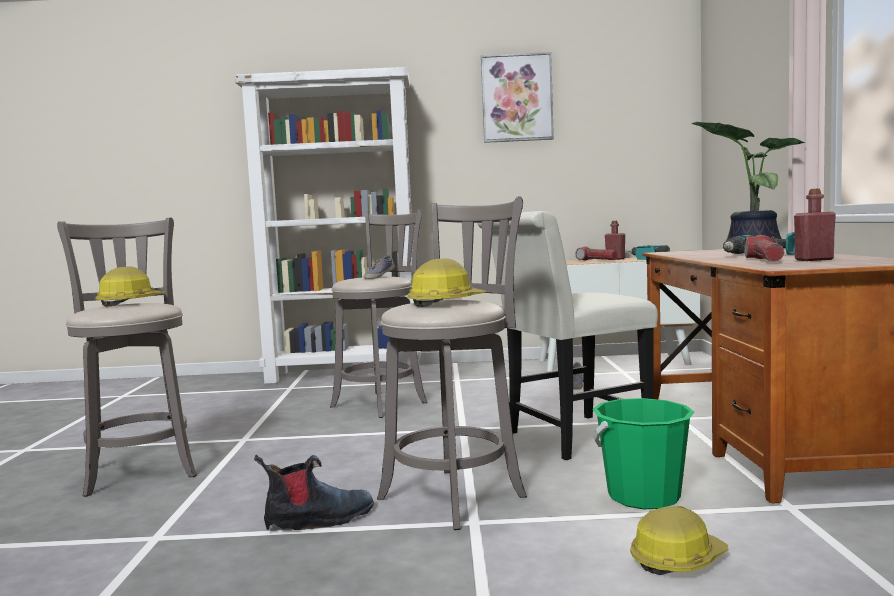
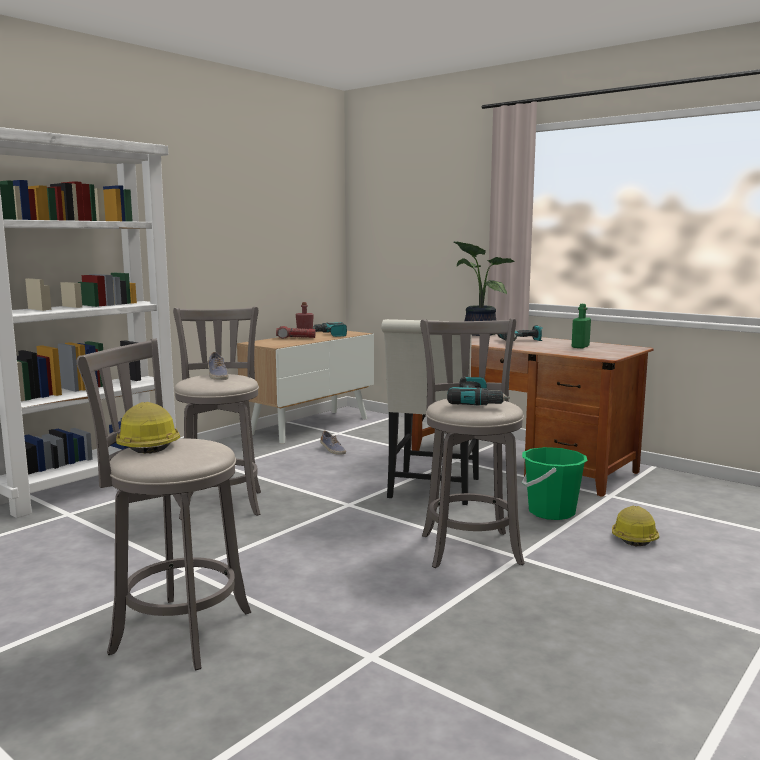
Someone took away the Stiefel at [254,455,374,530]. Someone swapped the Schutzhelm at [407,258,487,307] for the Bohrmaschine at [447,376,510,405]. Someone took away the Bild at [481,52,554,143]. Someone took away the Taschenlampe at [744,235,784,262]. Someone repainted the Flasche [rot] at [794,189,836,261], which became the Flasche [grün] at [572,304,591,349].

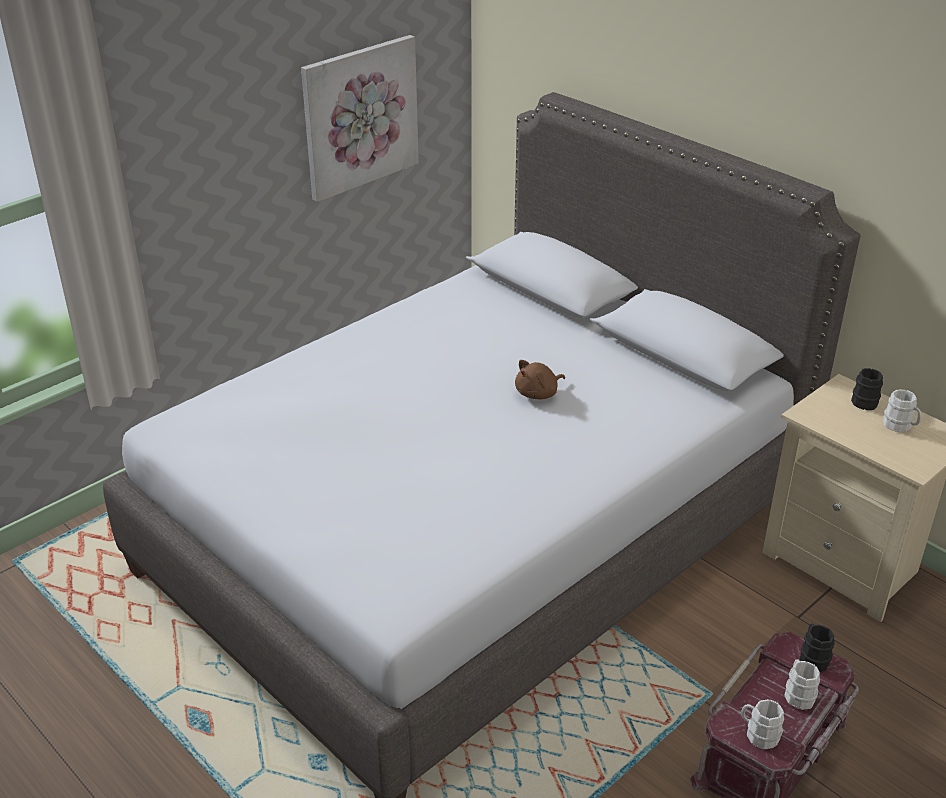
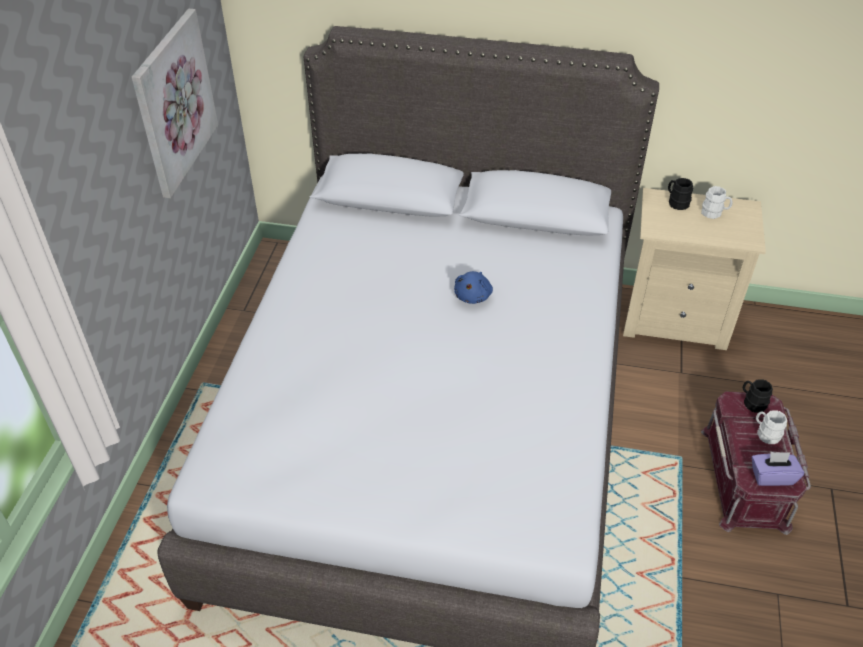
Someone repainted the Plüschtier [braun] at [515,360,565,399], which became the Plüschtier [blau] at [454,271,493,304]. Someone swapped the Henkelbecher [weiß] at [741,699,784,749] for the Taschentuchbox [lila] at [751,452,804,486].

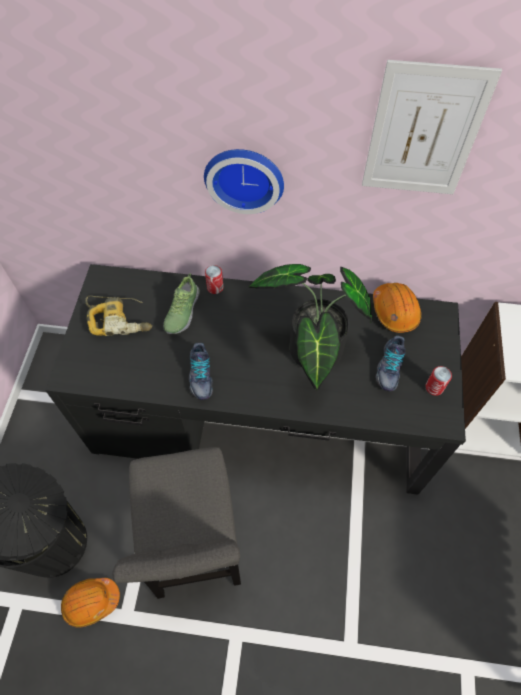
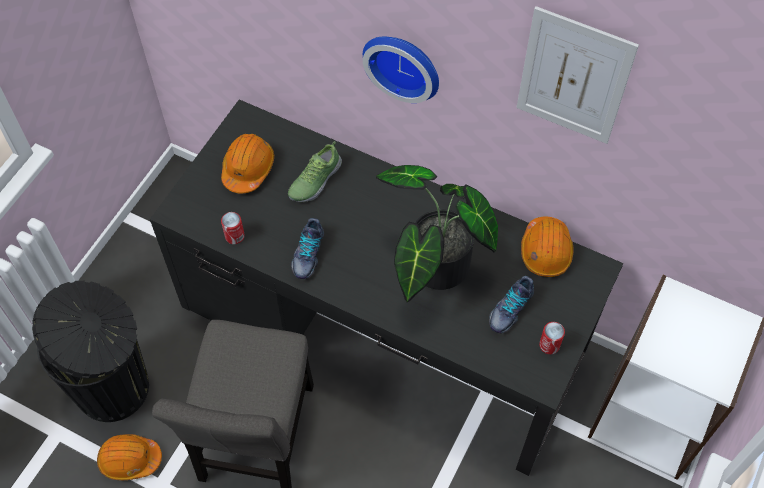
Someone swapped the Bohrmaschine at [85,296,152,336] for the Schutzhelm [orange] at [221,134,274,194]. Someone carried the Dose from [205,265,223,294] to [221,212,245,244].

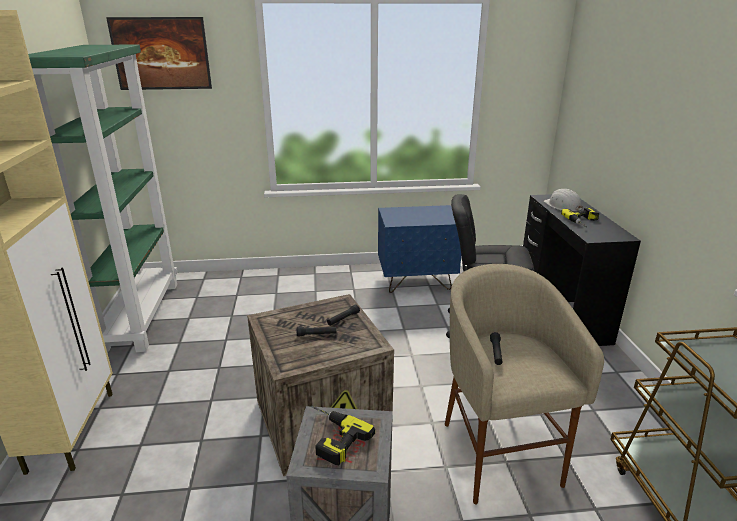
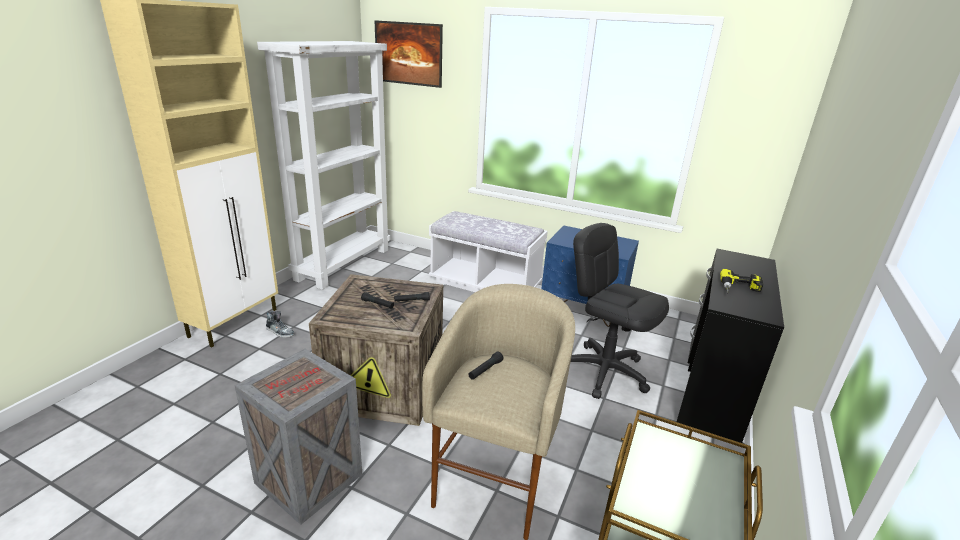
Someone repainted the Bücherregal [grün] at [28,44,177,353], which became the Bücherregal [weiß] at [257,41,390,290]. Someone took away the Bohrmaschine at [311,406,375,465]. Someone took away the Schutzhelm [weiß] at [544,189,583,212]. Someone put down the Schuh at [266,311,294,338]. Someone put down the Bank [weiß] at [429,211,548,292].

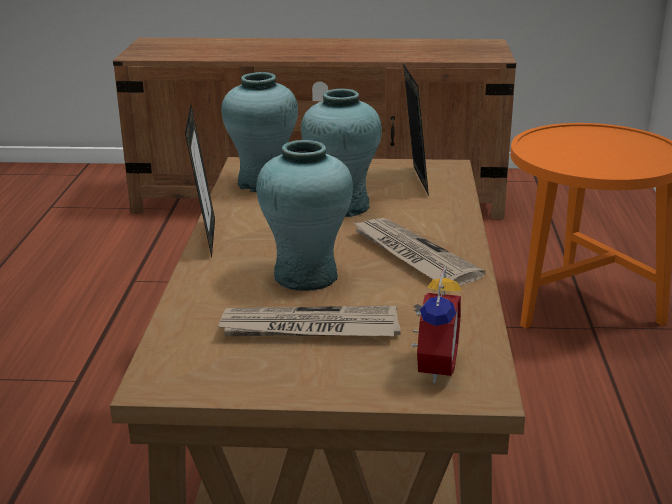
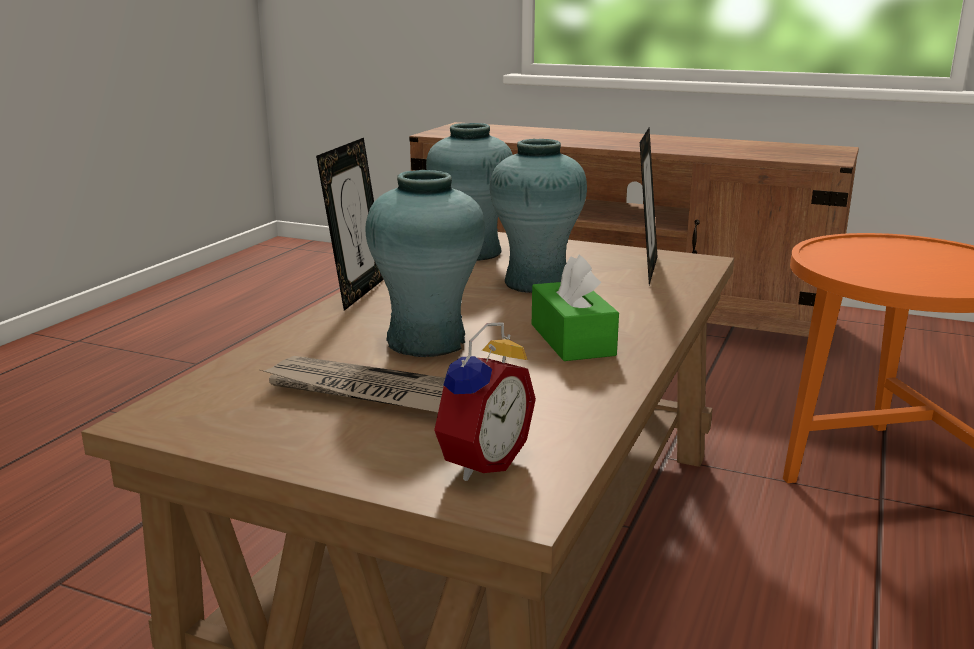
Someone swapped the Zeitung at [352,218,486,286] for the Taschentuchbox [grün] at [532,255,619,361].

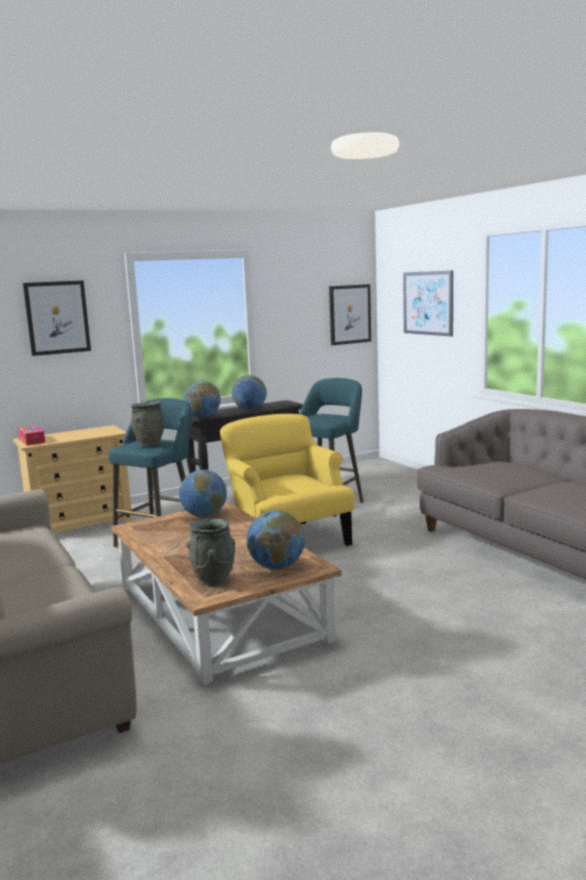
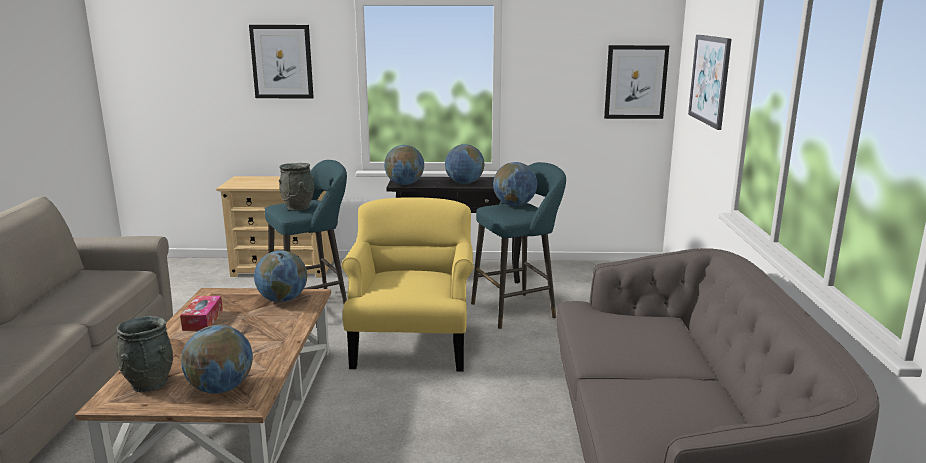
Someone carried the Taschentuchbox from [18,426,45,445] to [180,296,223,331]. Someone put down the Globus at [493,162,537,206].

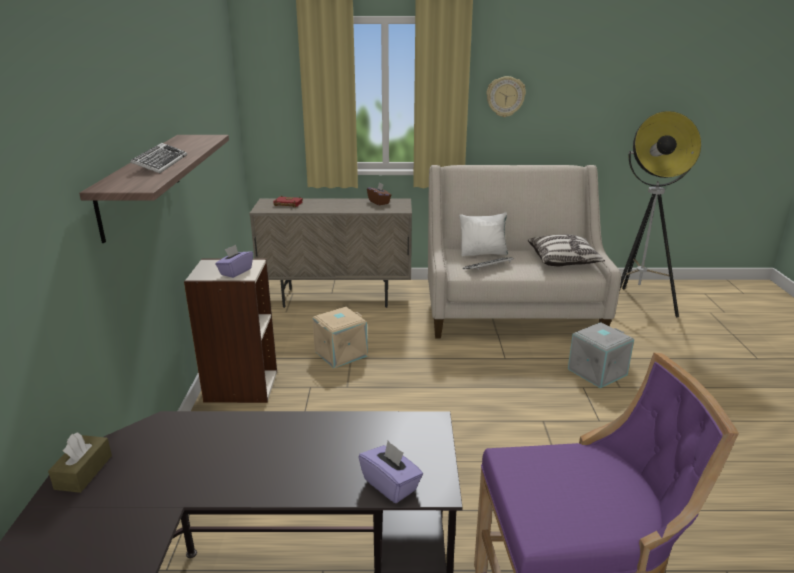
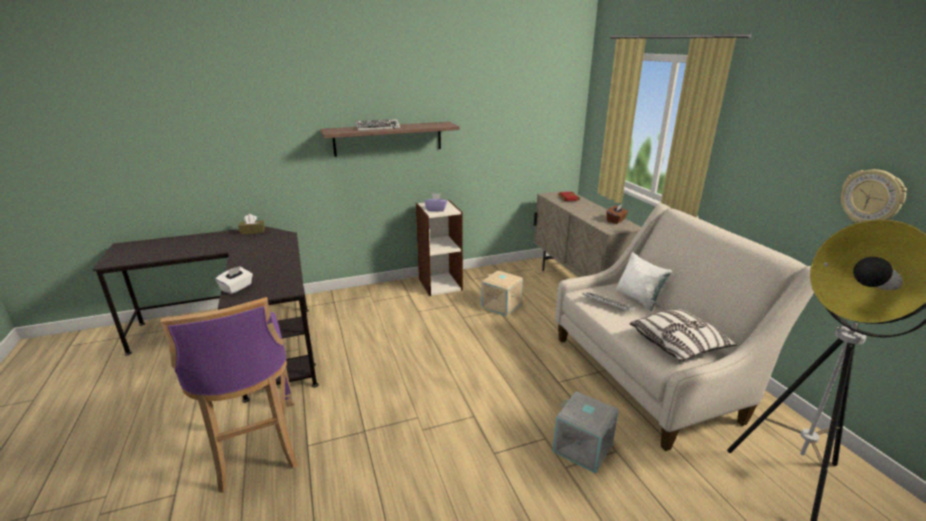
Someone repainted the Taschentuchbox [lila] at [359,441,423,503], which became the Taschentuchbox [weiß] at [215,266,253,294]. Someone carried the Wanduhr from [486,76,526,117] to [841,169,907,223].

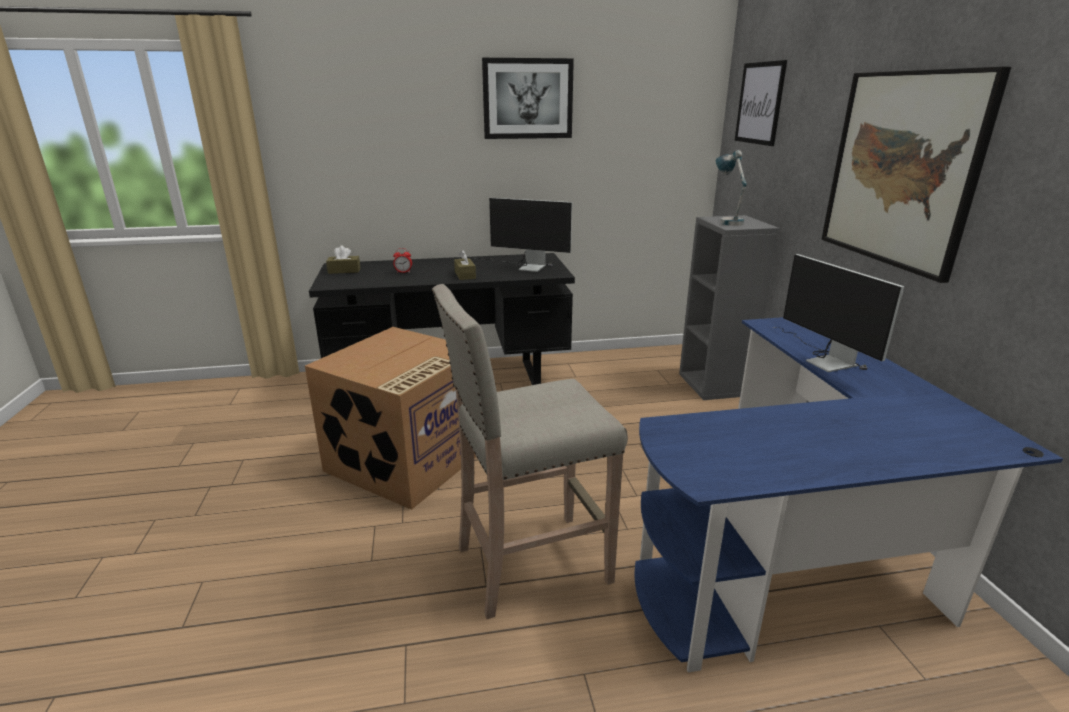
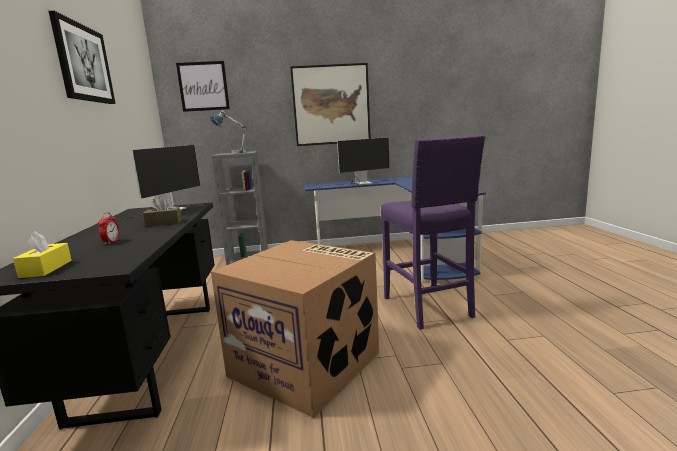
Someone repainted the Taschentuchbox [braun] at [326,246,360,274], which became the Taschentuchbox [gelb] at [13,231,72,278]. Someone repainted the Hocker [beige] at [432,284,628,619], which became the Hocker [lila] at [381,134,485,330].

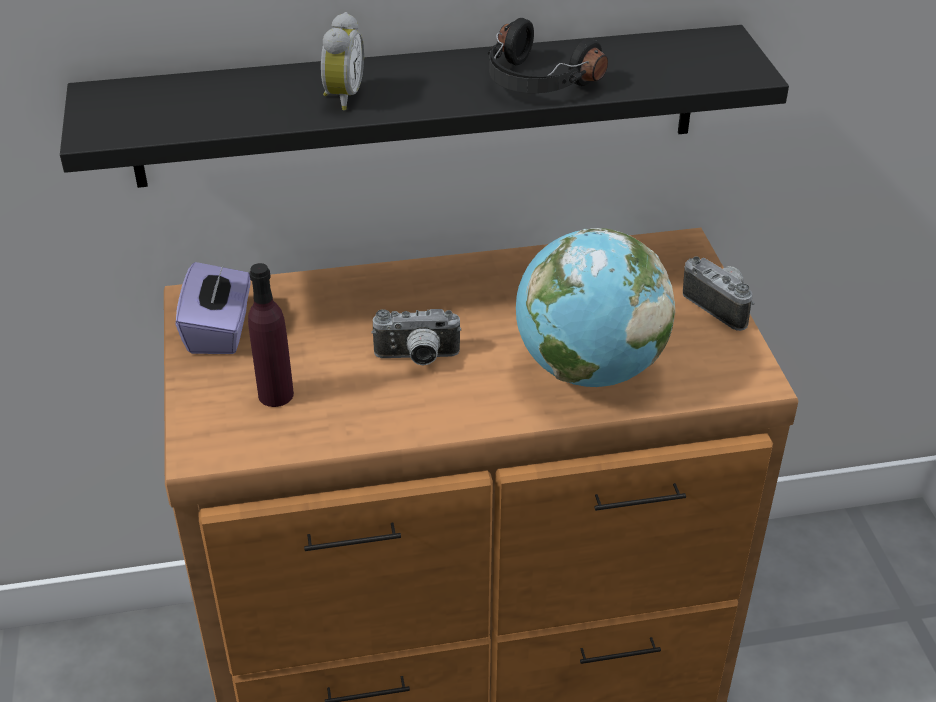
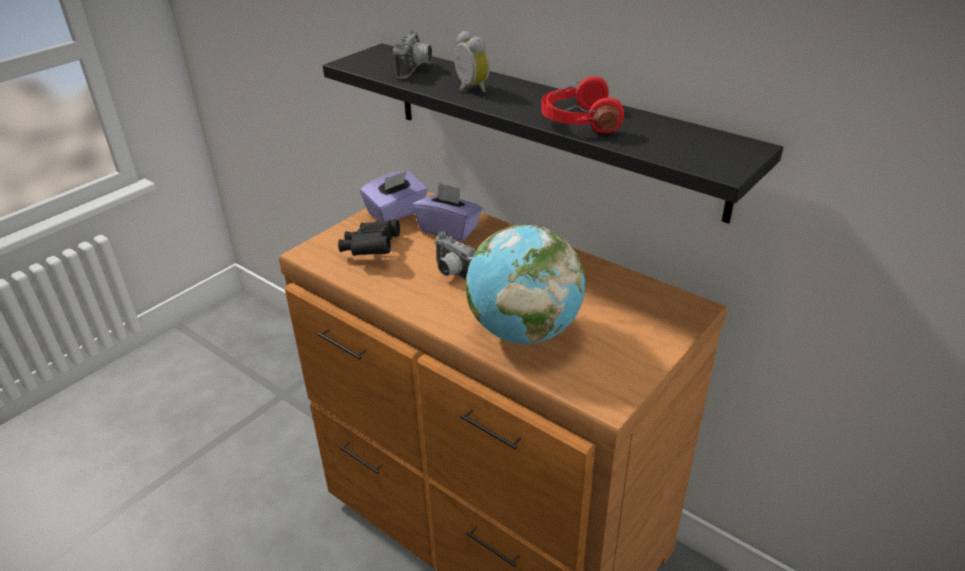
Someone swapped the Flasche [lila] at [248,263,294,407] for the Fernglas [schwarz] at [338,219,400,256]. Someone rotated the Wecker at [321,12,364,110] by 90 degrees counterclockwise. Someone repainted the Kopfhörer [schwarz] at [488,18,608,93], which became the Kopfhörer [rot] at [541,76,624,133]. Someone carried the Kamera from [683,256,755,331] to [393,30,432,79]. Someone put down the Taschentuchbox [lila] at [413,183,482,241].

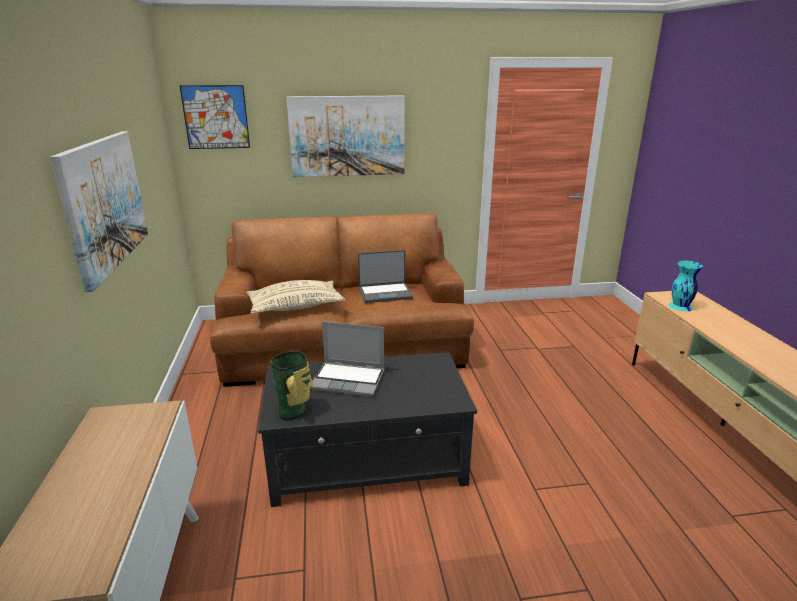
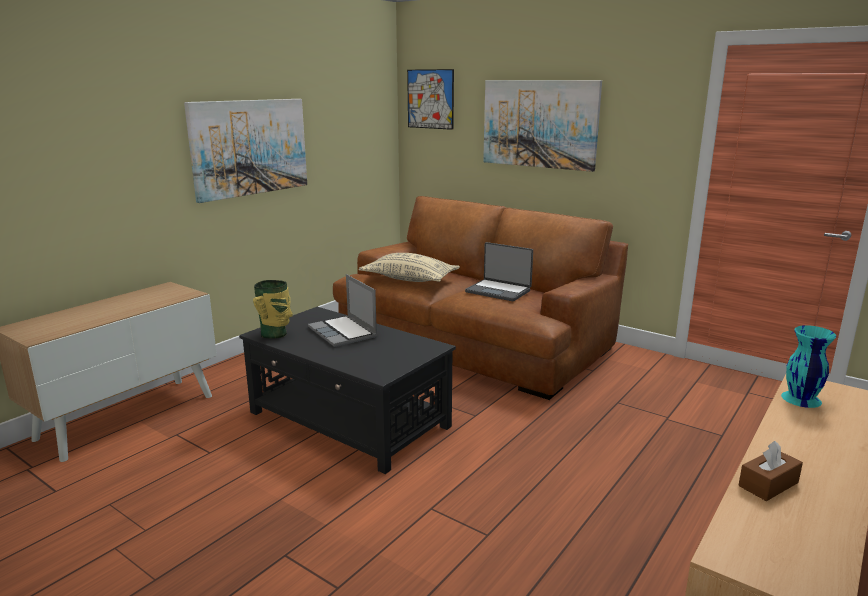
Someone put down the Taschentuchbox [braun] at [739,441,803,501].

